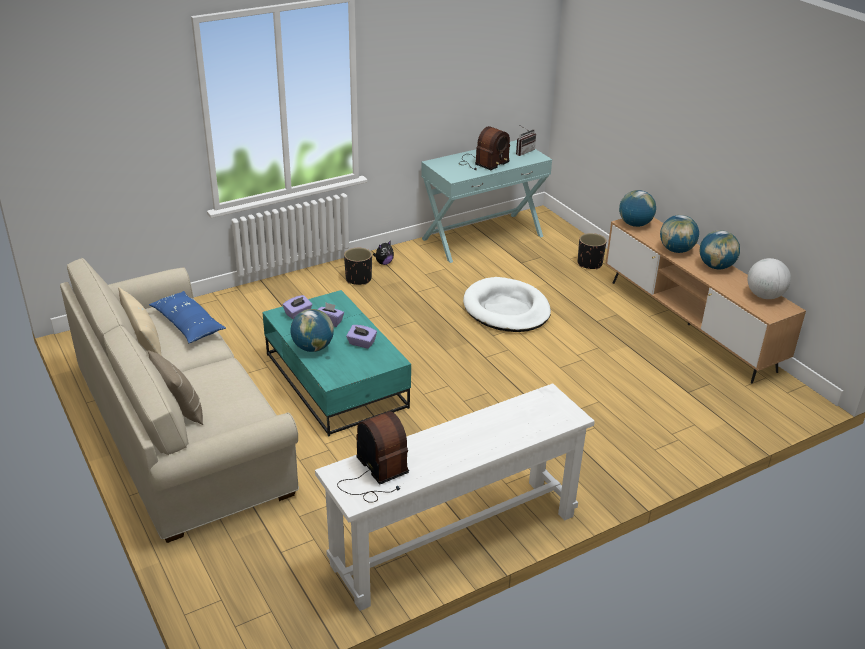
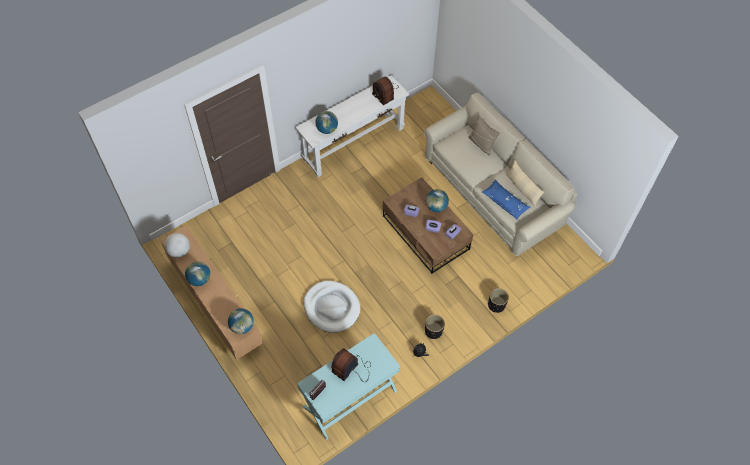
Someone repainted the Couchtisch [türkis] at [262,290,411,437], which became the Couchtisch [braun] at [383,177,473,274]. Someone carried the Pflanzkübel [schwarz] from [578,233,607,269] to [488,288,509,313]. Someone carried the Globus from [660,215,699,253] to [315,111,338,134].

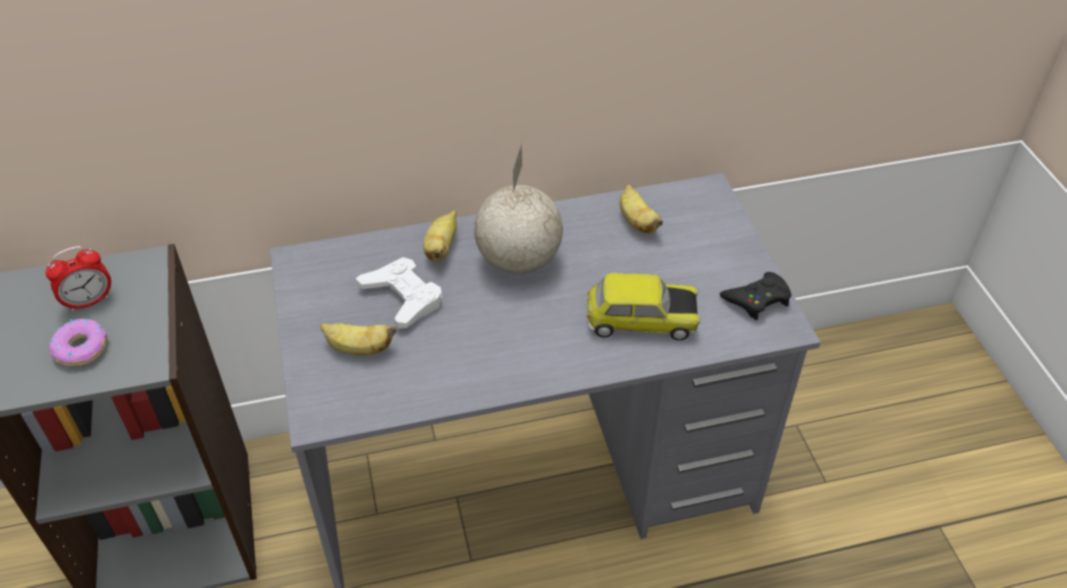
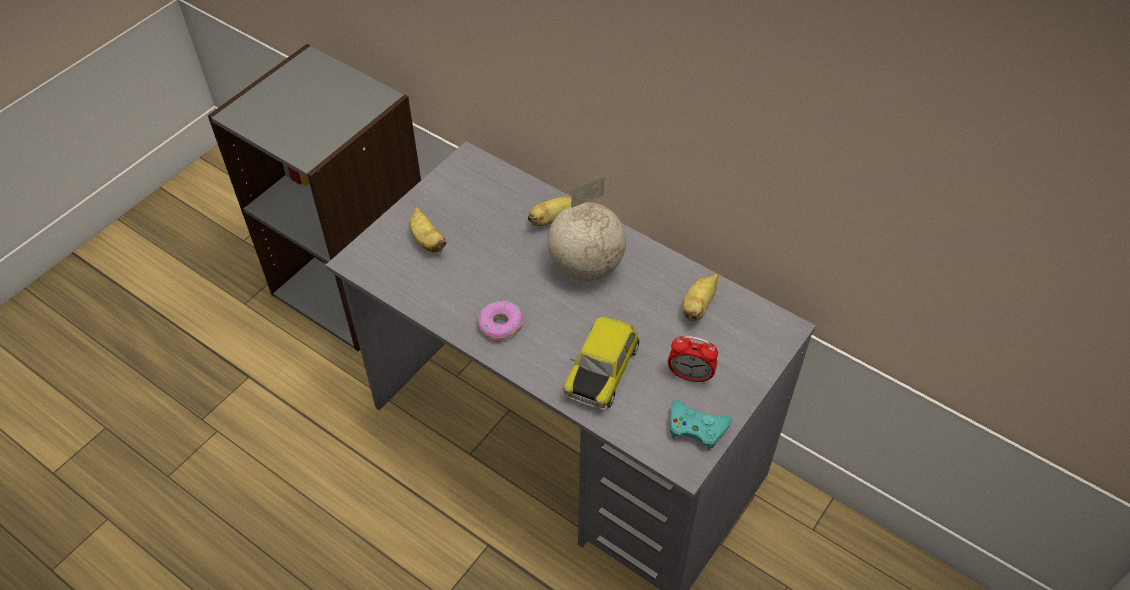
Someone carried the Wecker from [46,246,111,312] to [668,336,718,383]. Someone carried the Donut from [49,318,107,366] to [477,300,524,341]. Someone took away the Gamepad [weiß] at [356,257,442,329]. Someone rotated the Spielzeugauto at [586,273,700,341] by 60 degrees clockwise. Someone repainted the Gamepad [schwarz] at [720,272,792,320], which became the Gamepad [türkis] at [670,400,732,451].

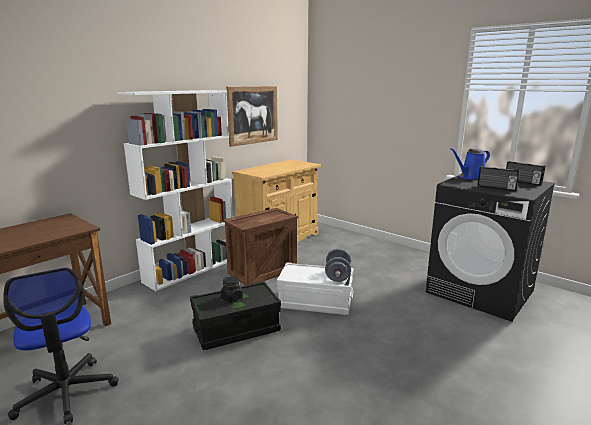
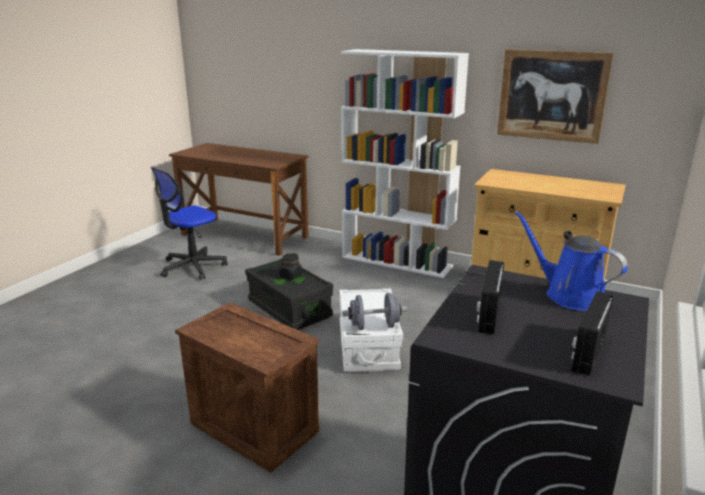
Someone carried the Kiste from [222,208,298,286] to [175,302,320,473].

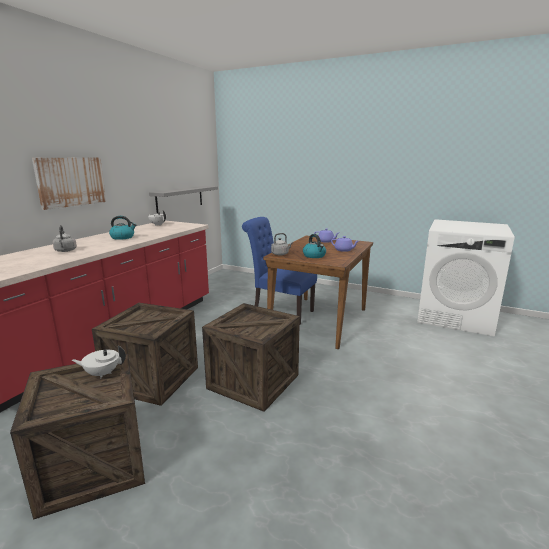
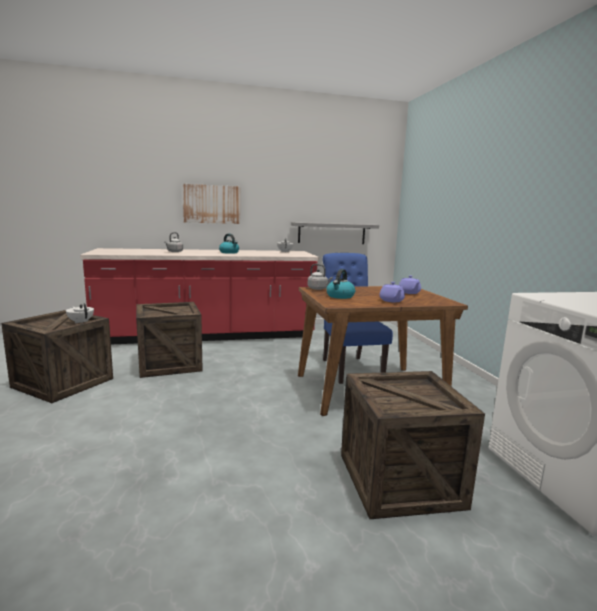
Someone carried the Kiste from [202,303,300,412] to [341,371,485,519].

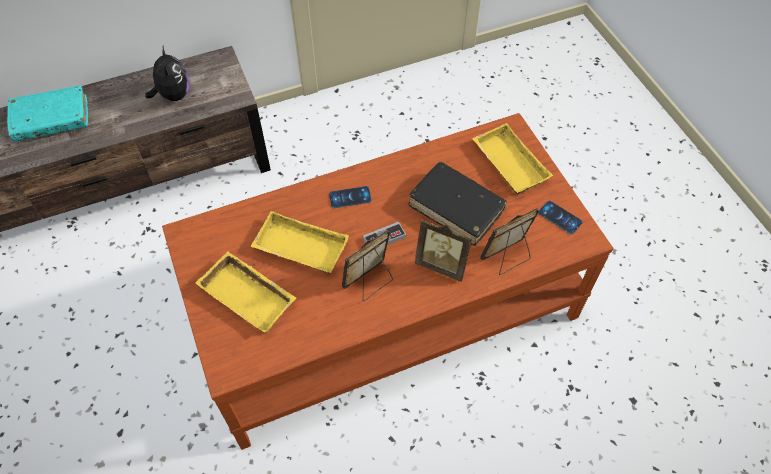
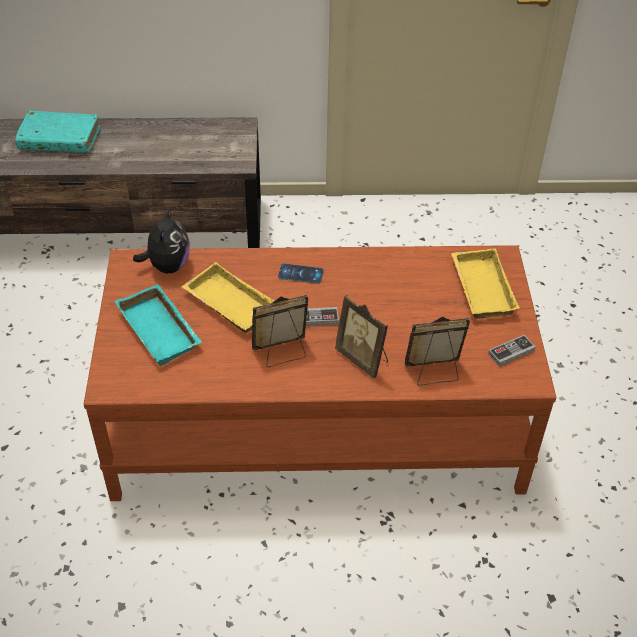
Someone carried the Plüschtier from [145,46,189,101] to [133,206,190,273]. Someone repainted the Tablett [gelb] at [196,251,297,333], which became the Tablett [türkis] at [115,284,202,366]. Someone took away the Buch [schwarz] at [408,162,507,246]. Someone swapped the Handy at [538,201,583,234] for the Gamepad at [488,335,536,367].

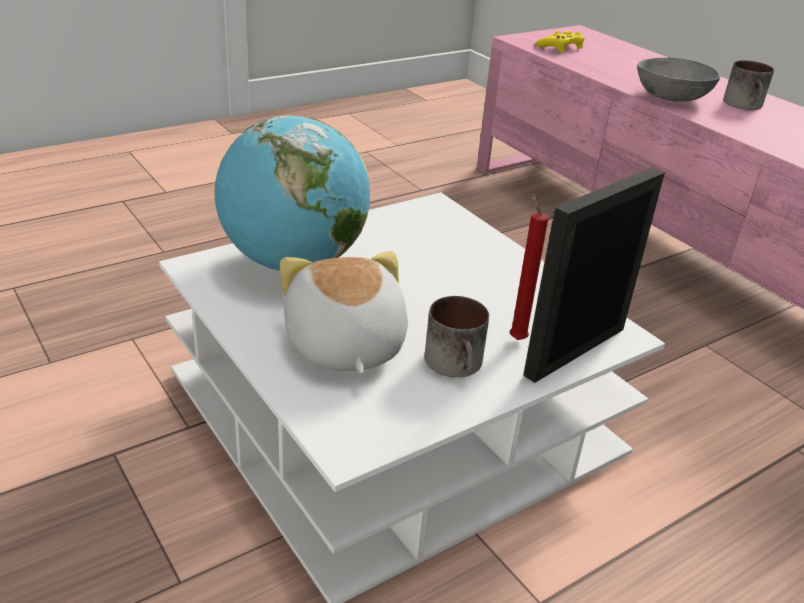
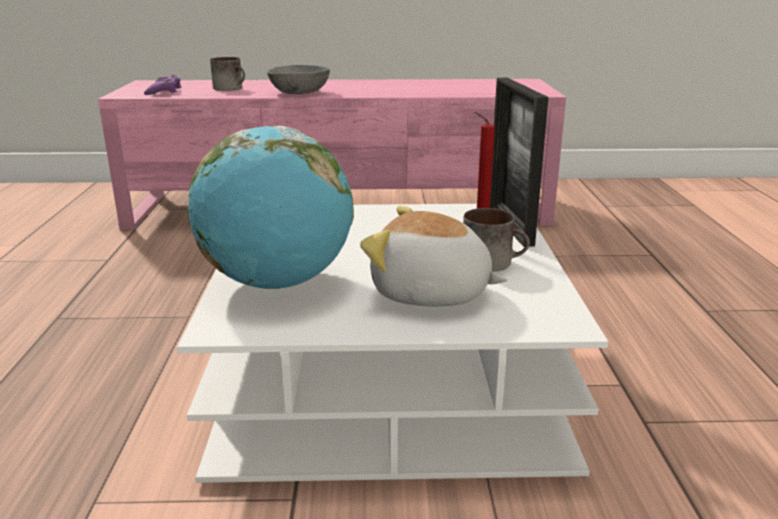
Someone repainted the Gamepad [gelb] at [535,31,585,52], which became the Gamepad [lila] at [144,75,182,95]. Someone carried the Henkelbecher from [723,60,774,110] to [210,57,245,91].

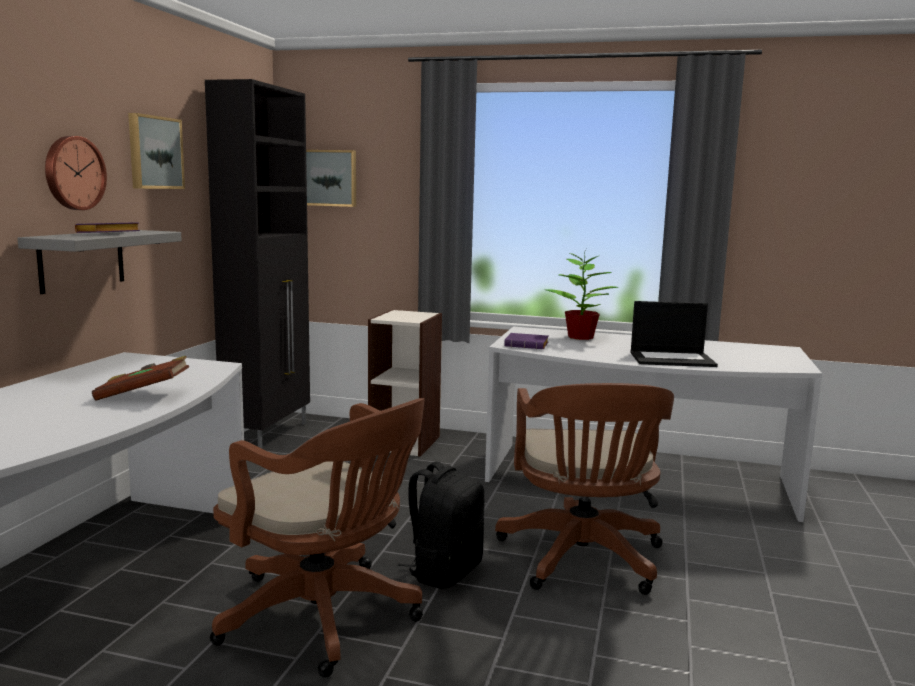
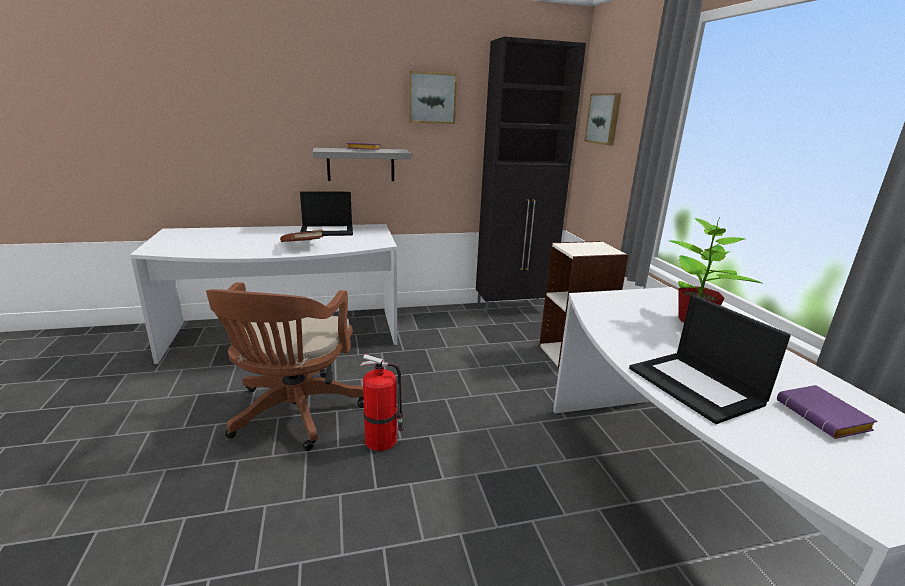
Someone took away the Wanduhr at [45,136,107,210]. Someone swapped the Rucksack [schwarz] at [398,462,485,588] for the Feuerlöscher at [360,354,404,451]. Someone took away the Bürostuhl [braun] at [495,383,674,595]. Someone carried the Buch [lila] from [504,333,548,349] to [777,385,878,439]. Someone put down the Laptop at [300,192,353,236].

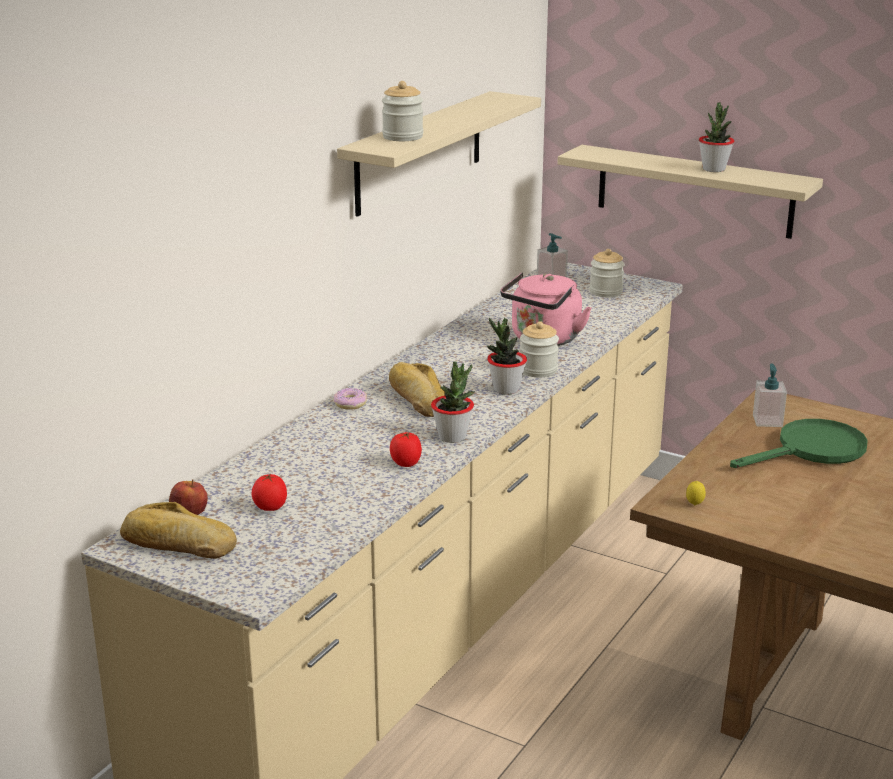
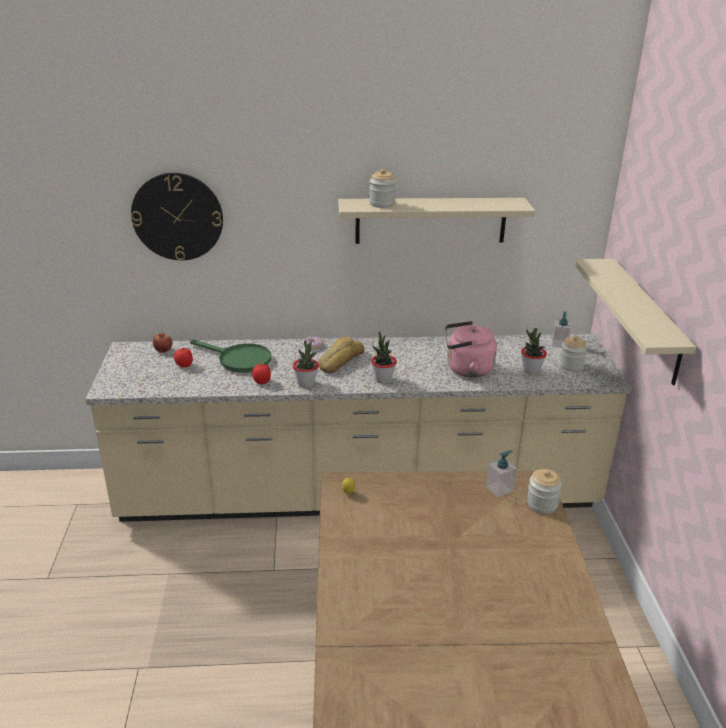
Someone took away the Brot at [120,502,237,559]. Someone carried the Vorratsglas from [520,321,559,377] to [527,469,562,514]. Someone carried the Topfpflanze from [699,102,734,172] to [521,328,547,375]. Someone carried the Pfanne [grün] from [730,419,868,468] to [190,339,271,373]. Someone put up the Wanduhr at [131,173,223,261].

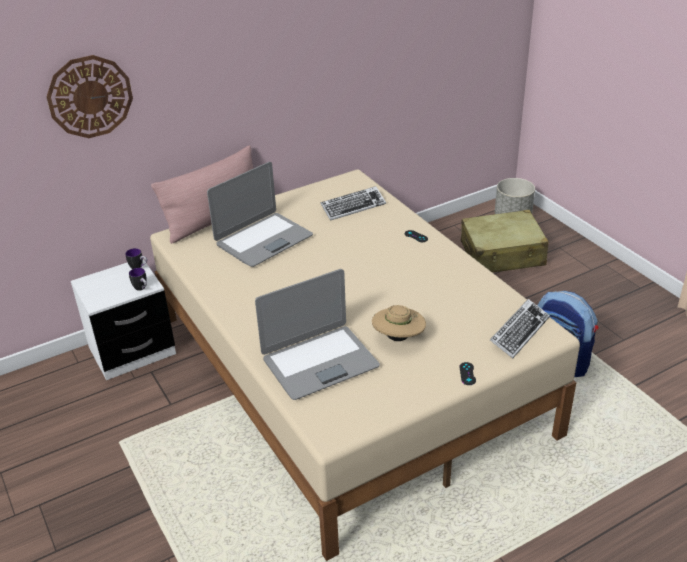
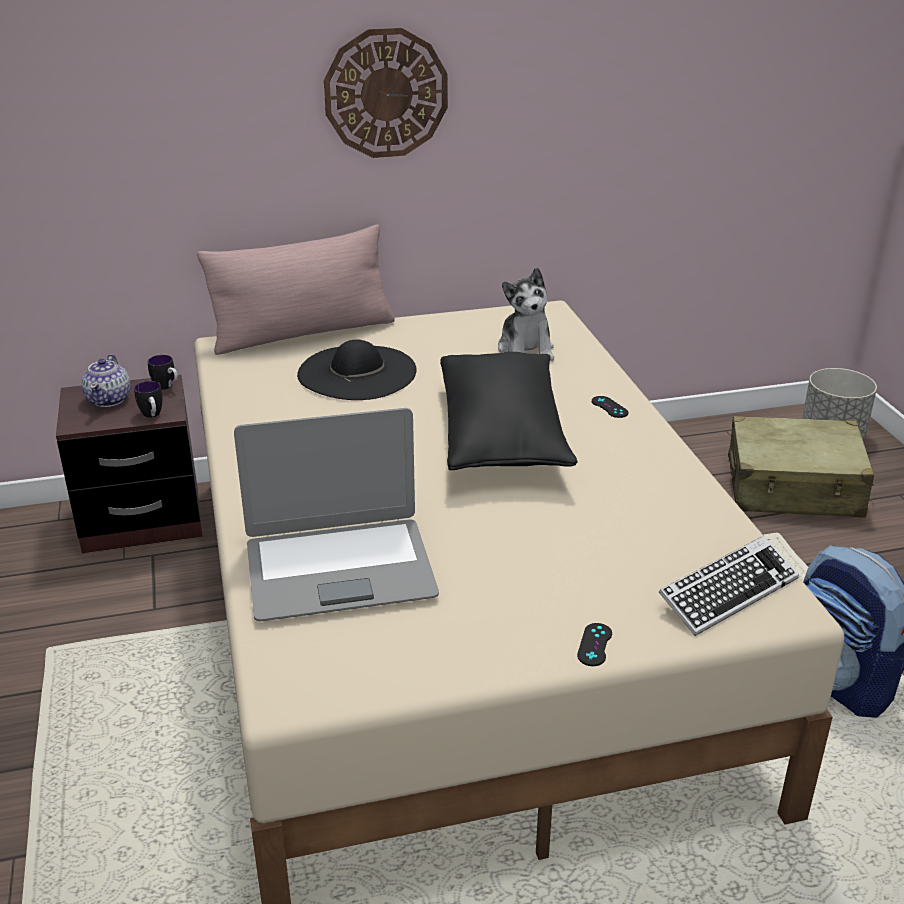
Someone carried the Wanduhr from [47,55,133,138] to [324,28,448,158]. Someone repainted the Nachttisch [weiß] at [71,259,176,380], which became the Nachttisch [braun] at [56,375,203,553]. Someone swapped the Laptop at [207,162,313,267] for the Hut [schwarz] at [297,339,416,400]. Someone swapped the Tastatur at [320,186,386,221] for the Plüschtier at [498,267,554,361]. Someone took away the Hut [beige] at [372,305,426,341]. Someone put down the Teekanne at [81,354,131,407]. Someone put down the Kissen [schwarz] at [440,352,577,470].

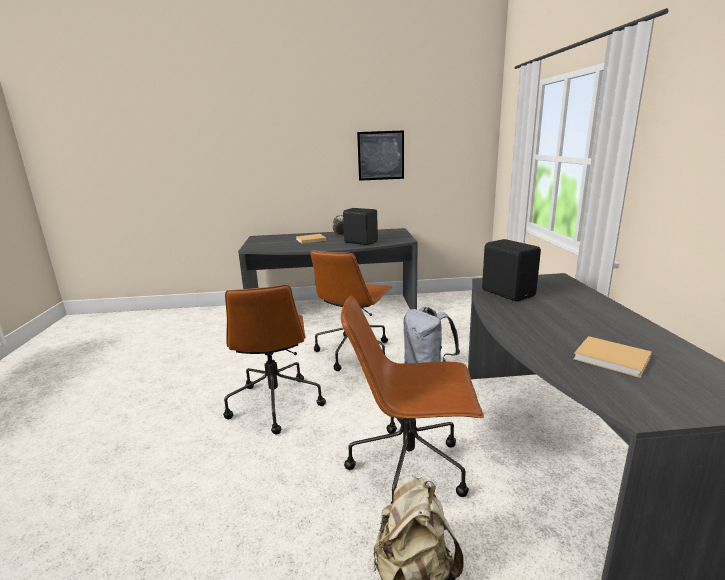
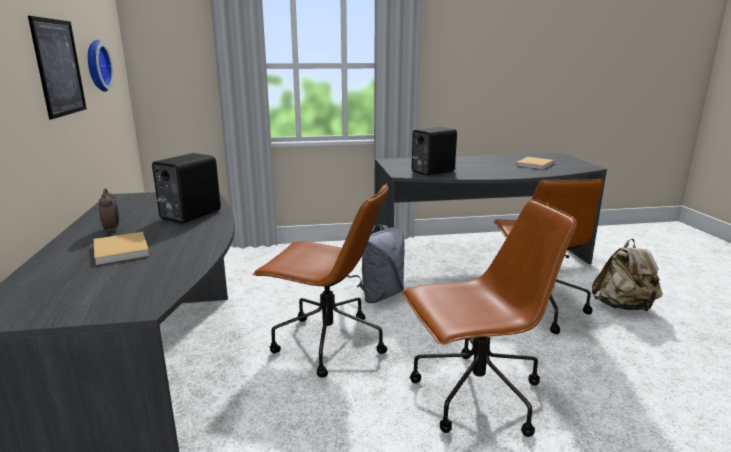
Someone put up the Wanduhr at [88,40,114,92].

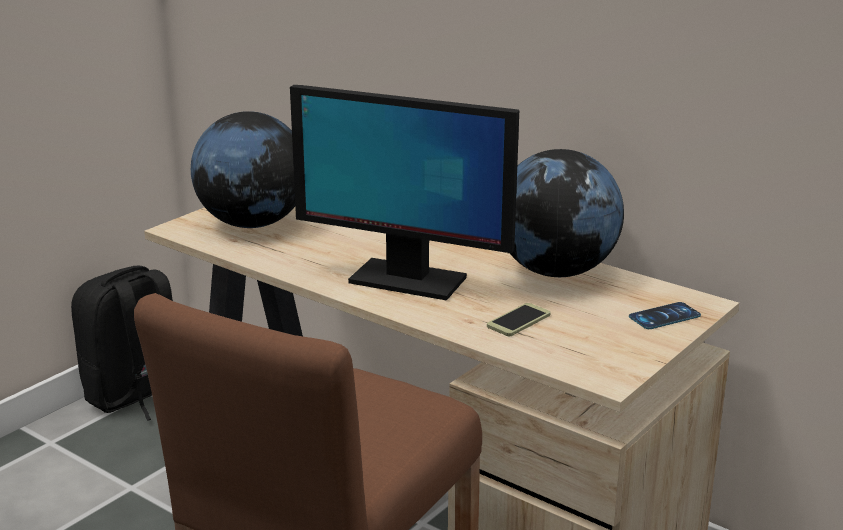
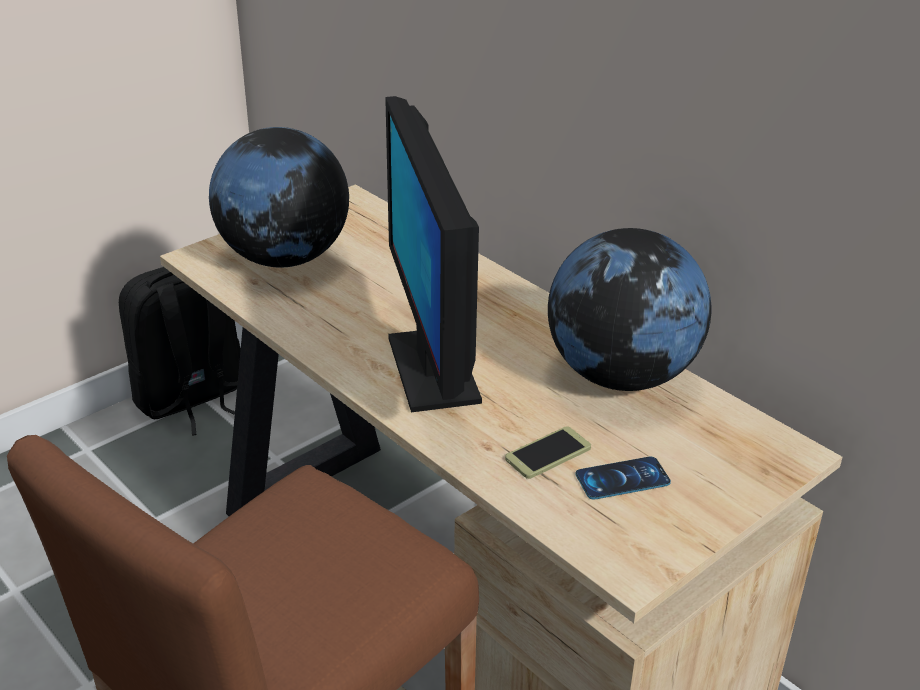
Someone rotated the Monitor at [290,85,519,301] by 45 degrees clockwise. Someone carried the Handy from [629,302,701,329] to [575,457,671,499].

